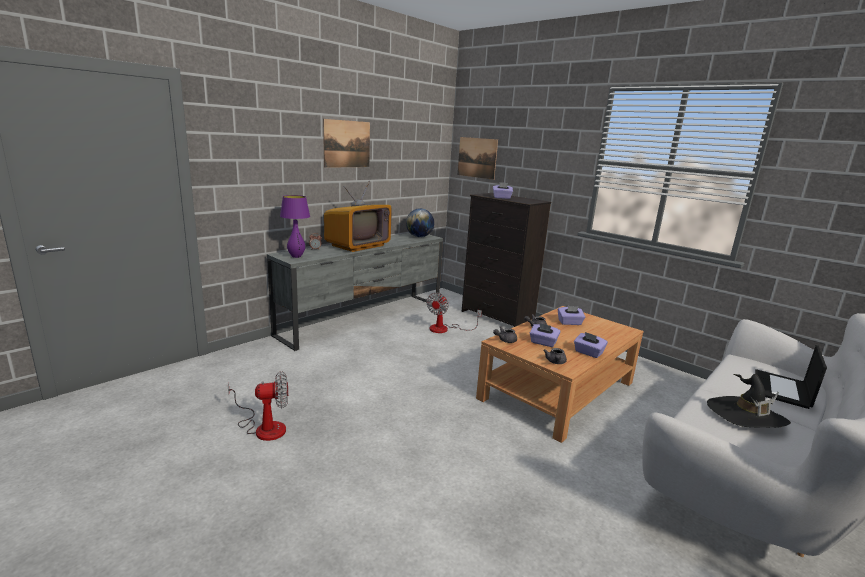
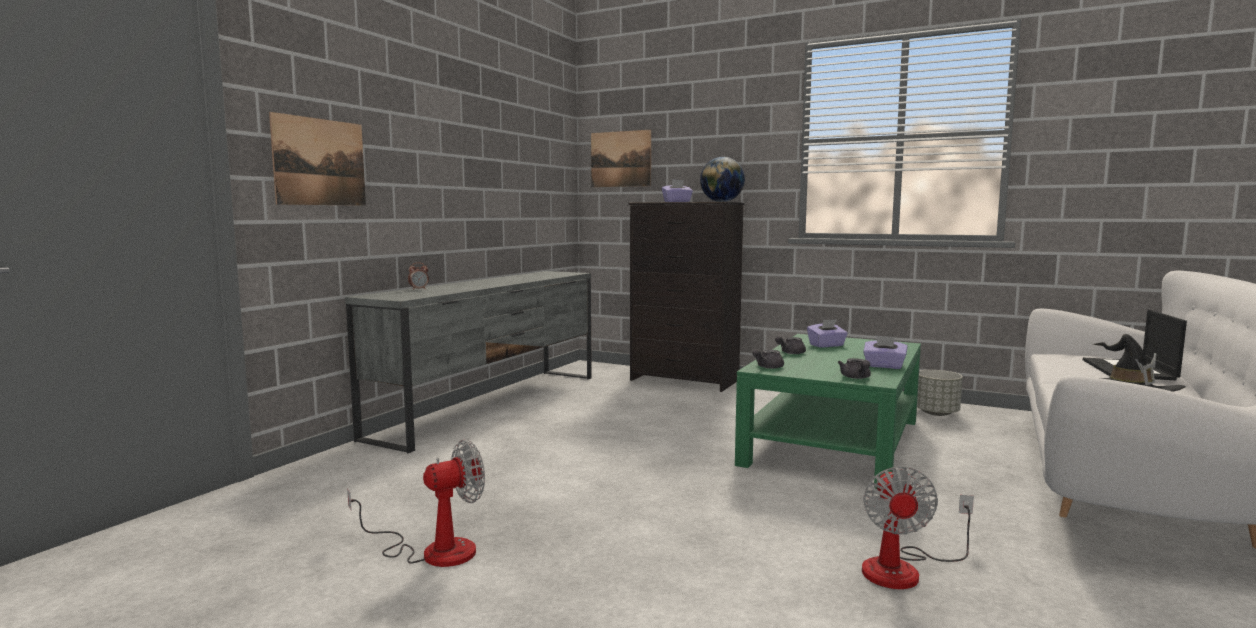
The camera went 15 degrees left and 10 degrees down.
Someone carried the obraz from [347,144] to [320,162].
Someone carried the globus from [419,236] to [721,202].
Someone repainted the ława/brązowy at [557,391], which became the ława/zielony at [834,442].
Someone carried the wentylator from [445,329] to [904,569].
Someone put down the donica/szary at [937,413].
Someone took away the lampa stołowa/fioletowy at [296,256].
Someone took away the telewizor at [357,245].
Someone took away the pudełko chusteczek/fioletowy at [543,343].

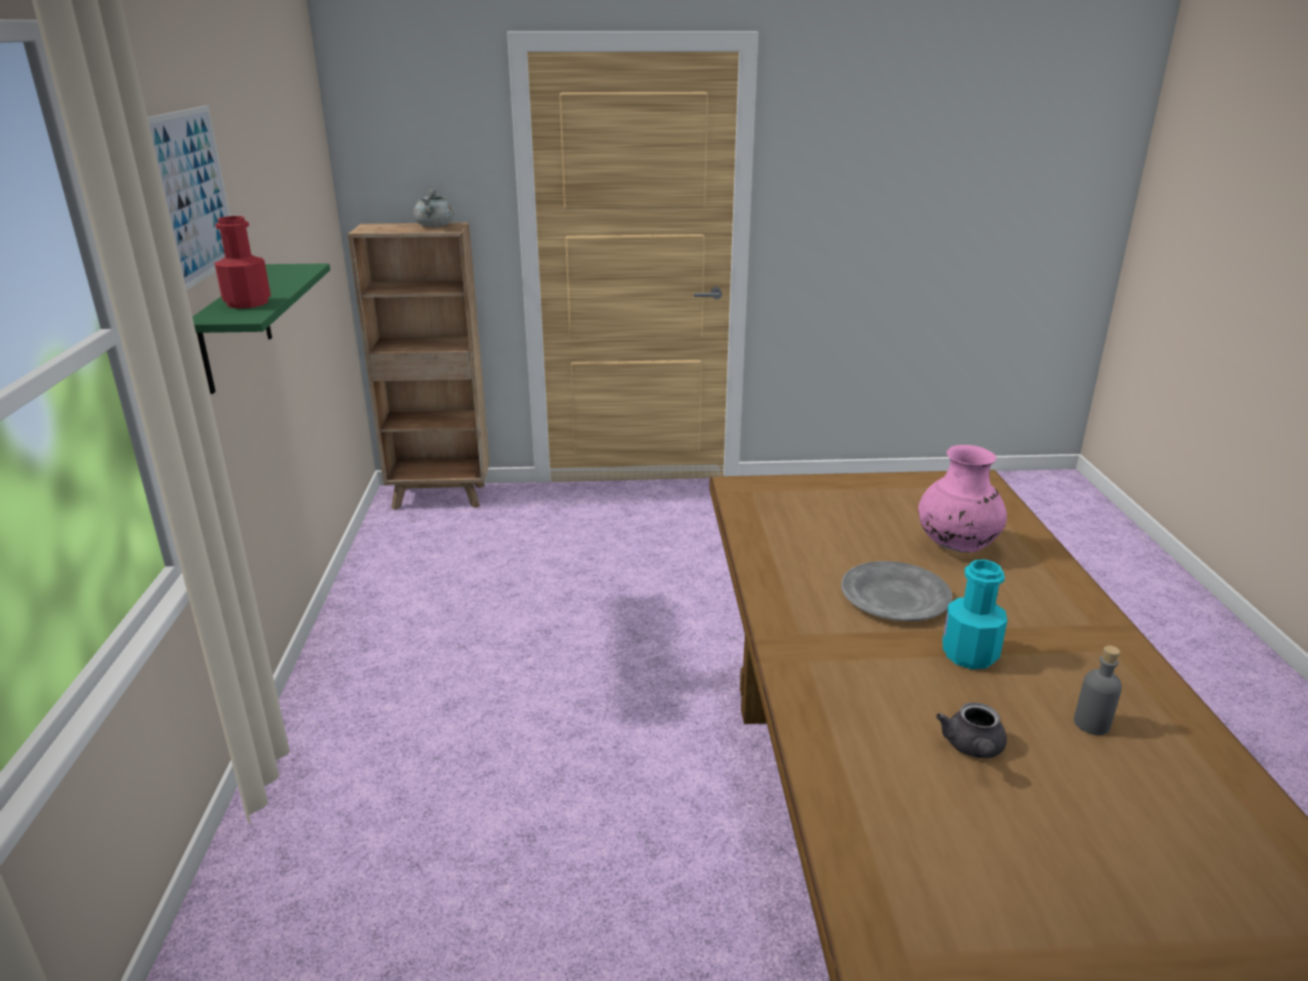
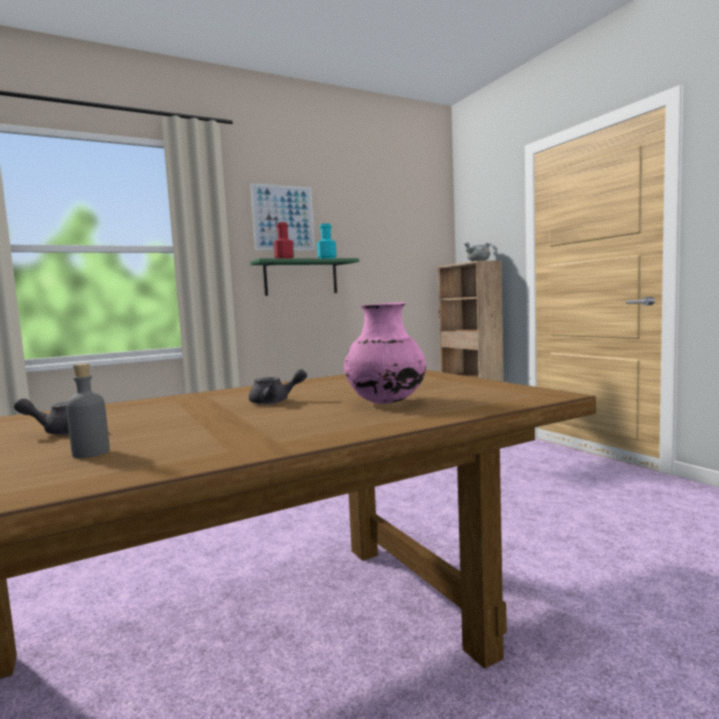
The camera went 65 degrees right and 20 degrees down.
Someone swapped the talerz/szary at [894,597] for the imbryk/szary at [275,401].
Someone carried the butelka/turkusowy from [969,654] to [327,259].

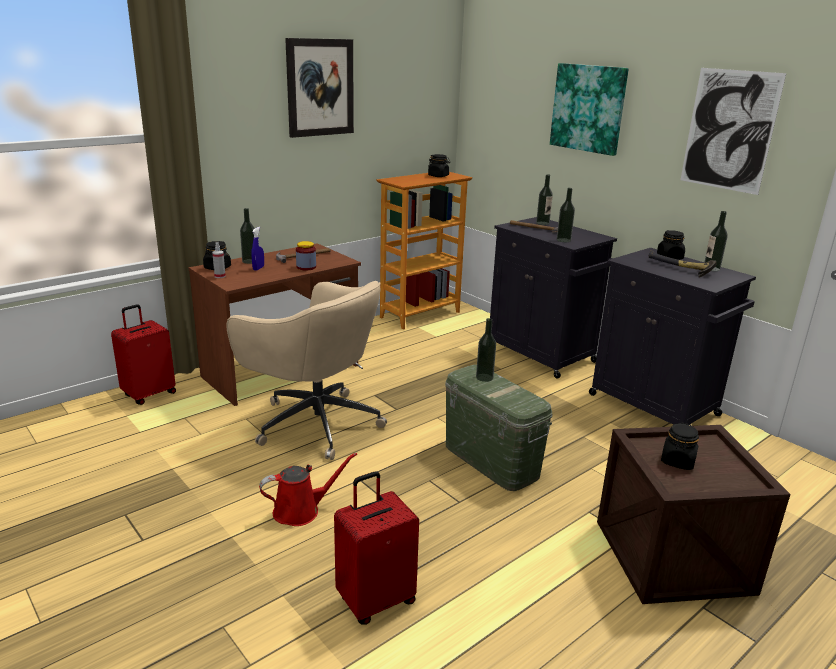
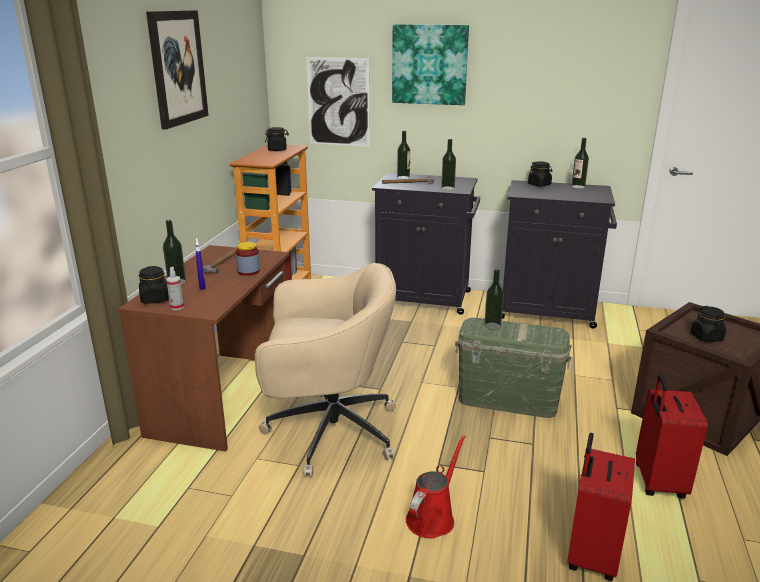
The camera went 35 degrees left and 0 degrees up.
Someone carried the obraz from [729,130] to [338,102].
Someone carried the walizka/czerwony from [149,394] to [657,482].
Someone took away the młotek at [679,269].

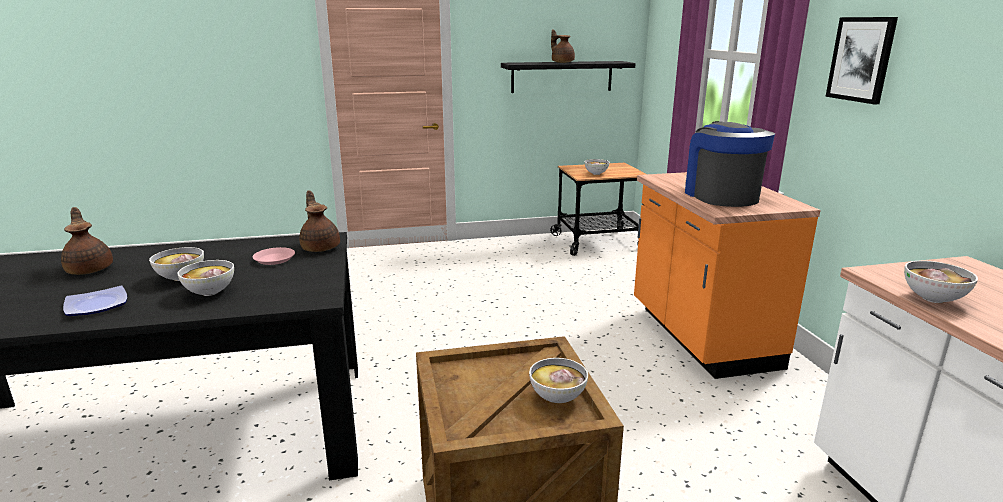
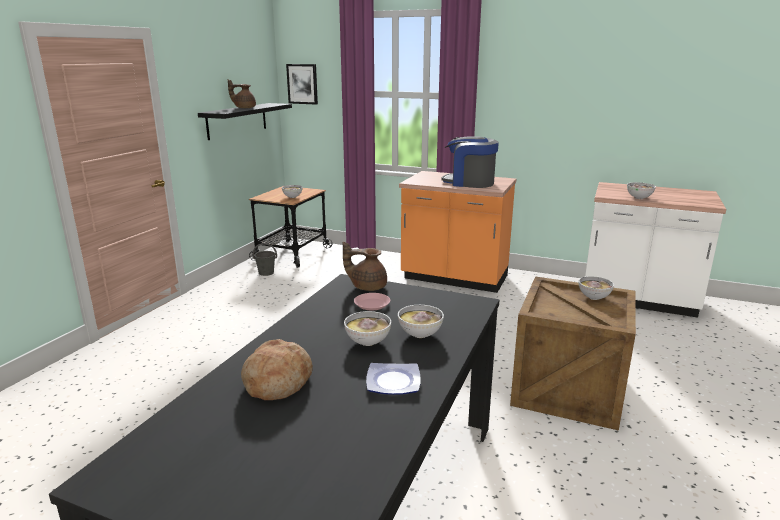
The camera went 55 degrees left and 0 degrees up.
Someone swapped the imbryk/brązowy at [90,269] for the chleb at [277,381].
Someone put down the wiadro/szary at [266,273].
Someone carried the obraz from [861,59] to [302,84].

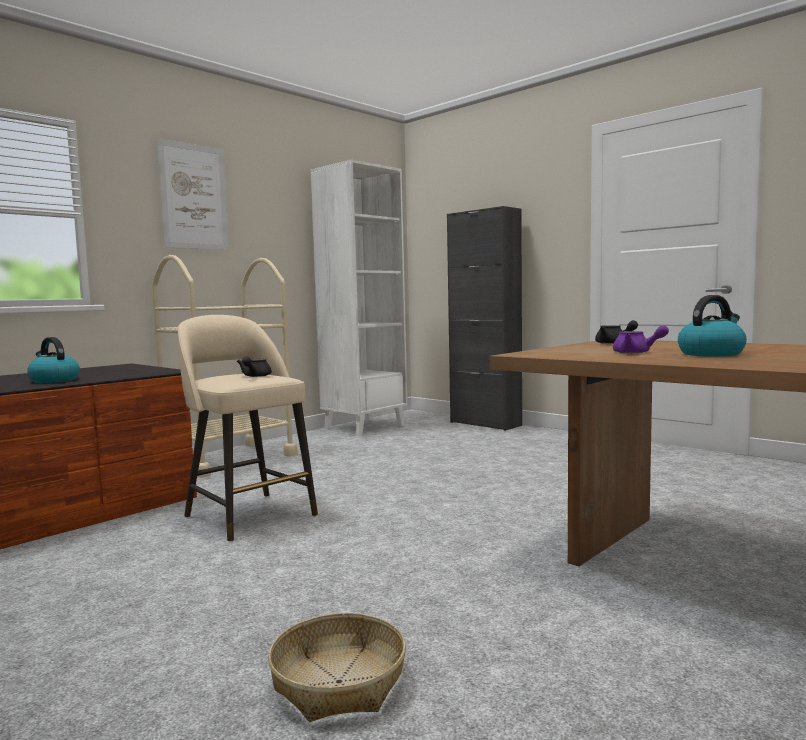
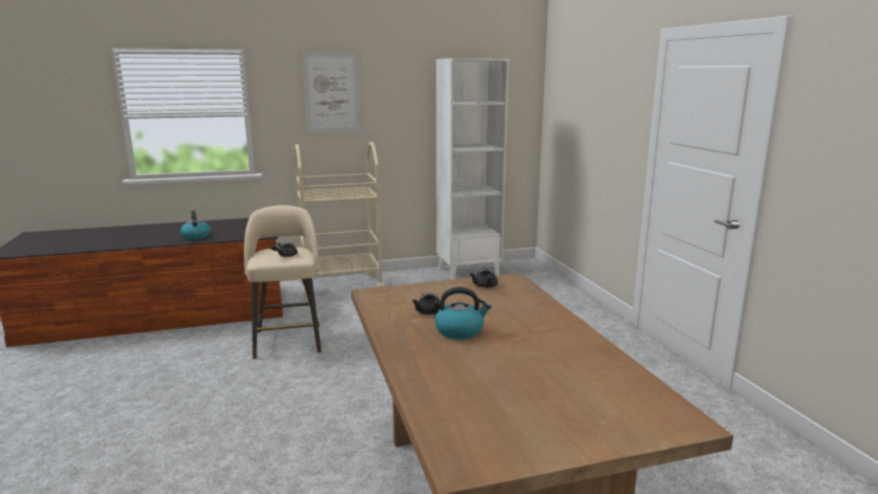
The camera went 30 degrees right and 10 degrees up.
Someone repainted the imbryk/fioletowy at [636,353], which became the imbryk/czarny at [430,313].
Someone took away the koszyk at [338,682].
Someone took away the szafka/czarny at [485,424].

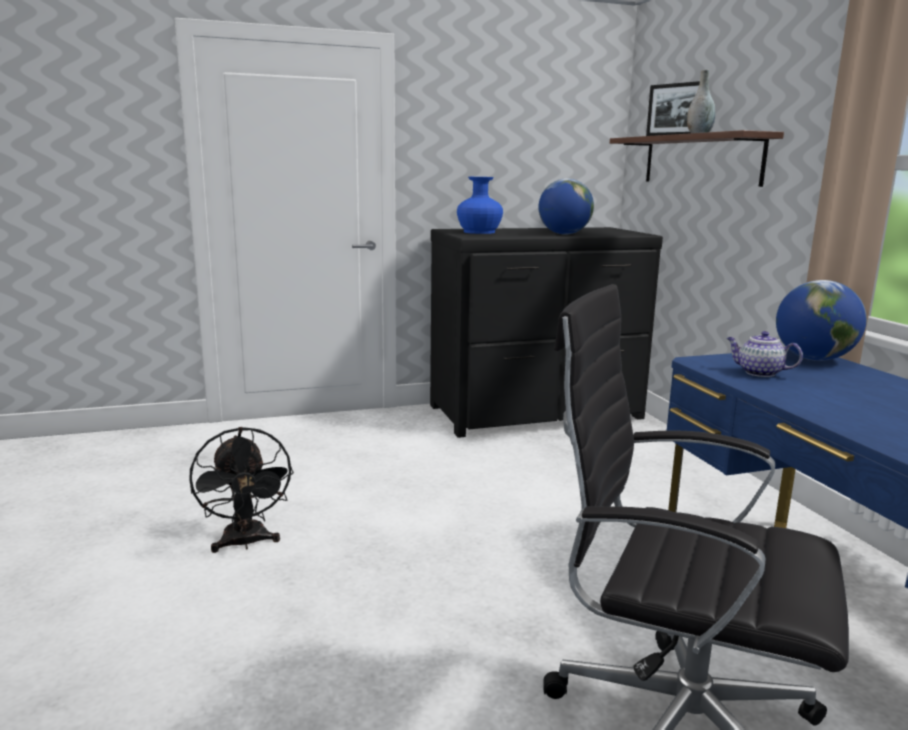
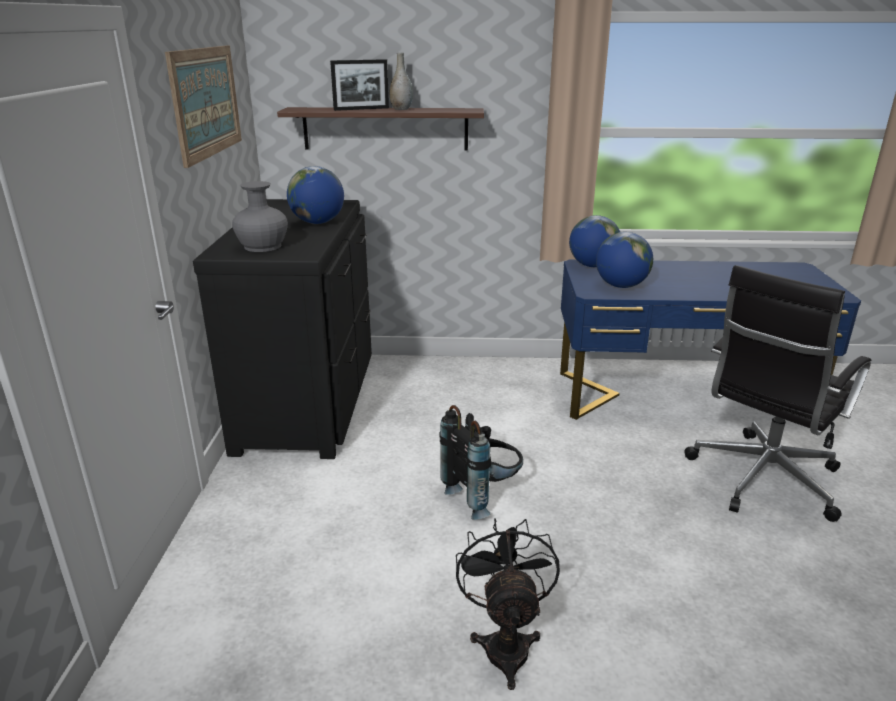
The camera went 70 degrees left and 10 degrees up.
Someone put up the obraz at [206,102].
Someone repainted the wazon/niebieski at [479,232], which became the wazon/szary at [262,246].
Someone put down the plecak/czarny at [483,495].
Someone rotated the wentylator/czarny at [245,543] by 90 degrees counterclockwise.
Someone swapped the imbryk at [758,373] for the globus at [621,286].

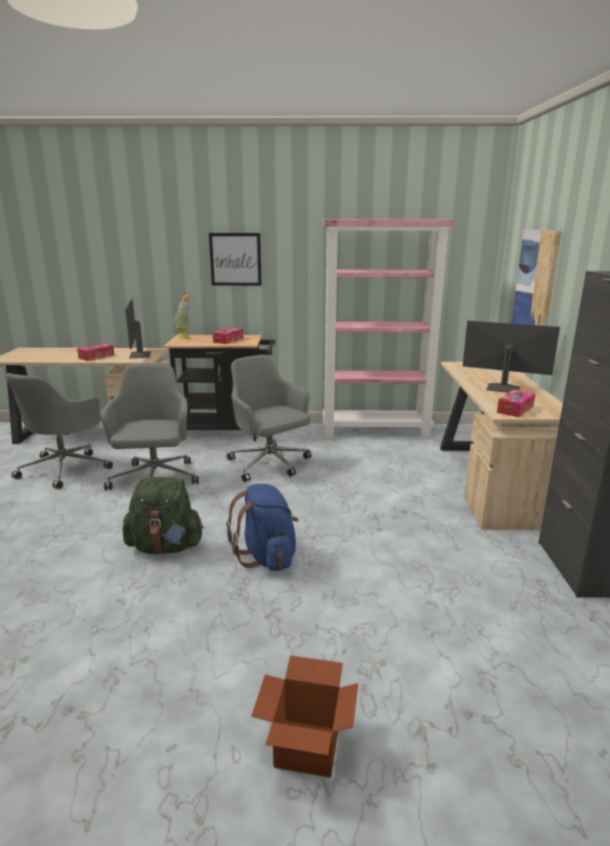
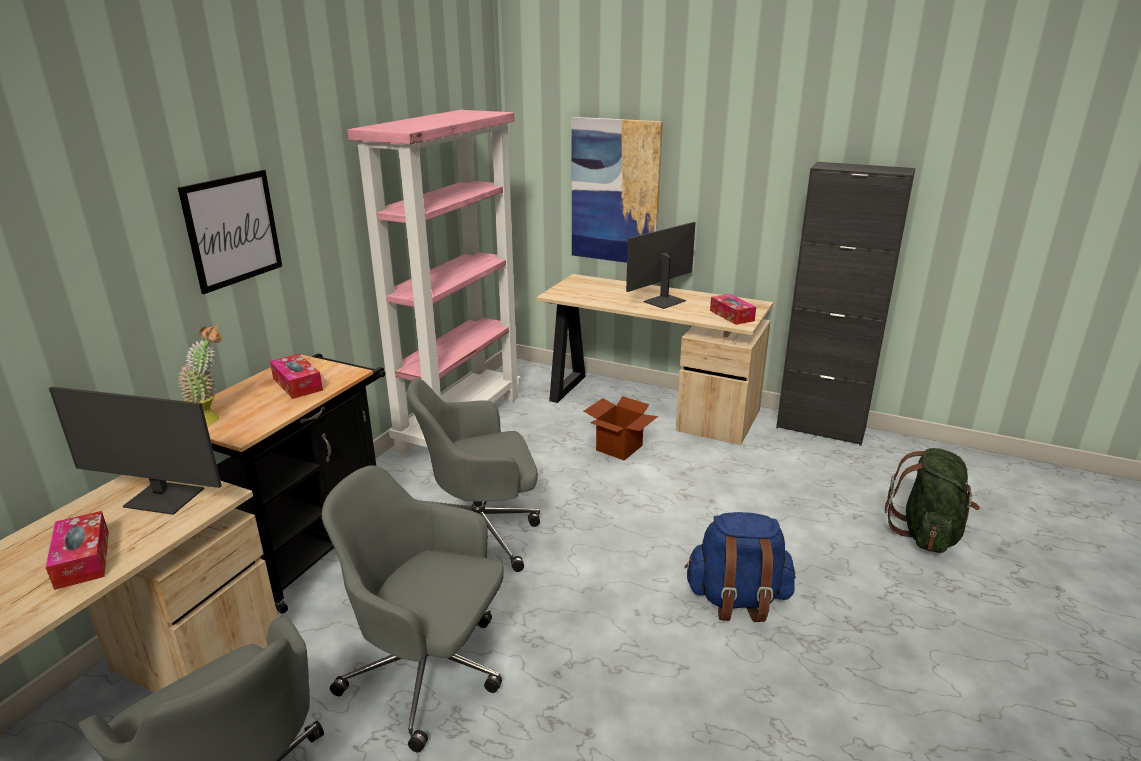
The camera went 65 degrees left and 5 degrees up.
Someone carried the karton from [307,747] to [619,448].
Someone carried the plecak/zielony from [165,547] to [927,533].

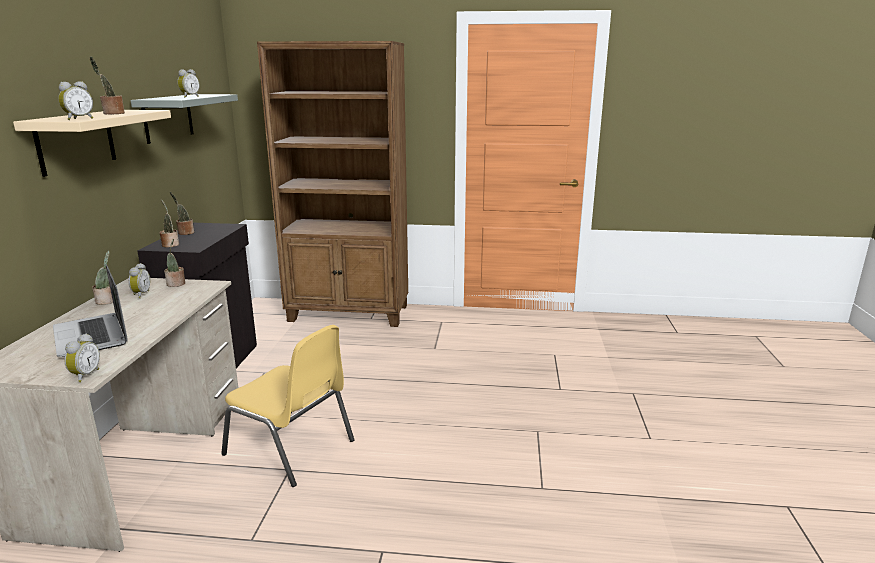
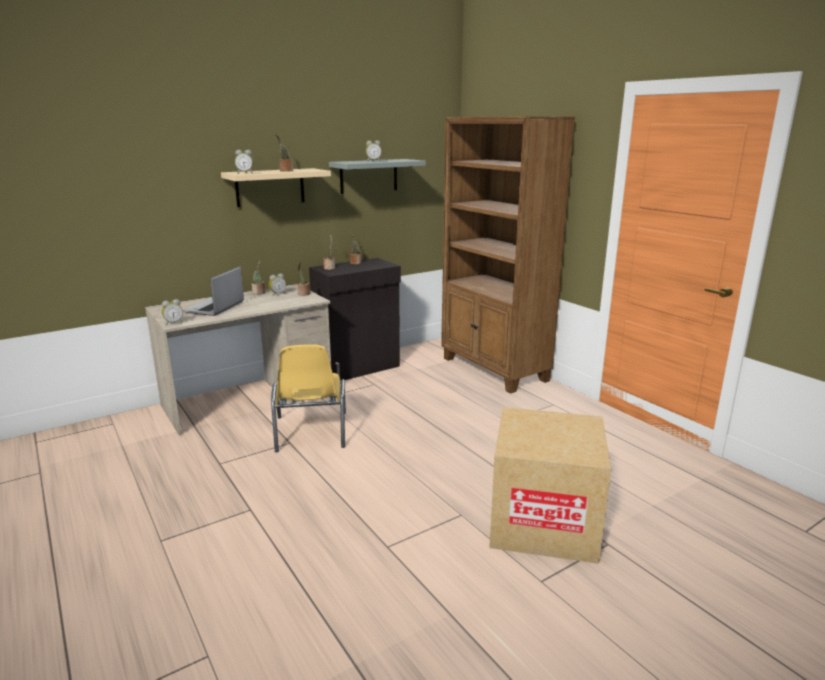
The camera went 50 degrees right and 0 degrees up.
Someone put down the karton at [543,522].

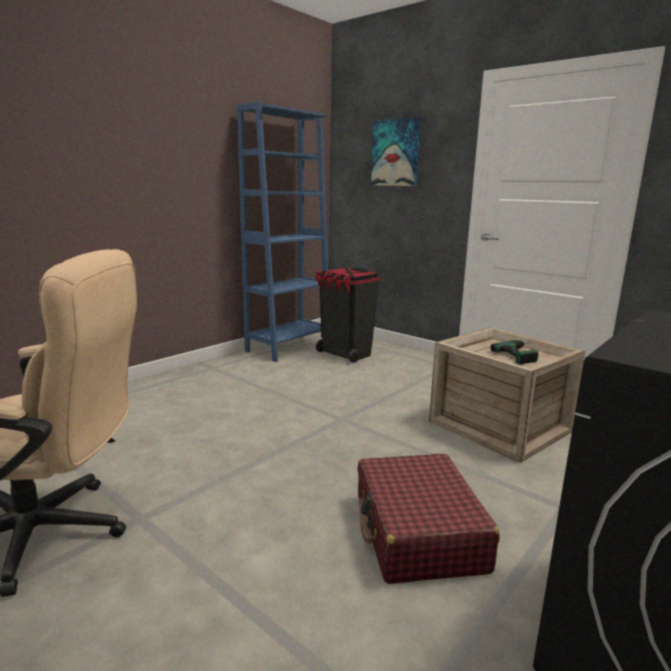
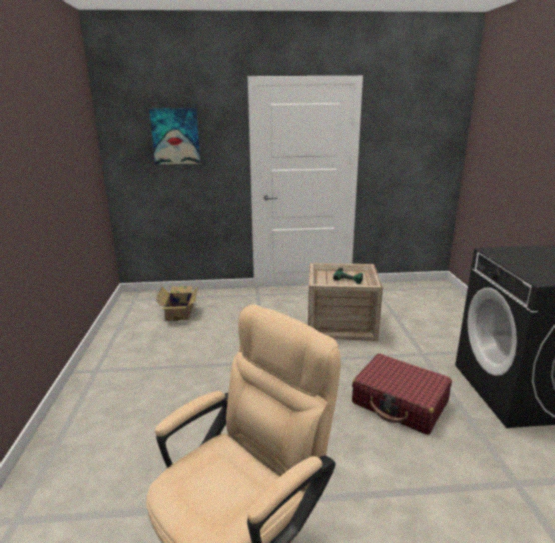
The camera went 45 degrees left and 5 degrees up.
Someone swapped the kosz na śmieci/czarny at [345,354] for the karton at [180,312].
Someone took away the regał/niebieski at [288,347].

